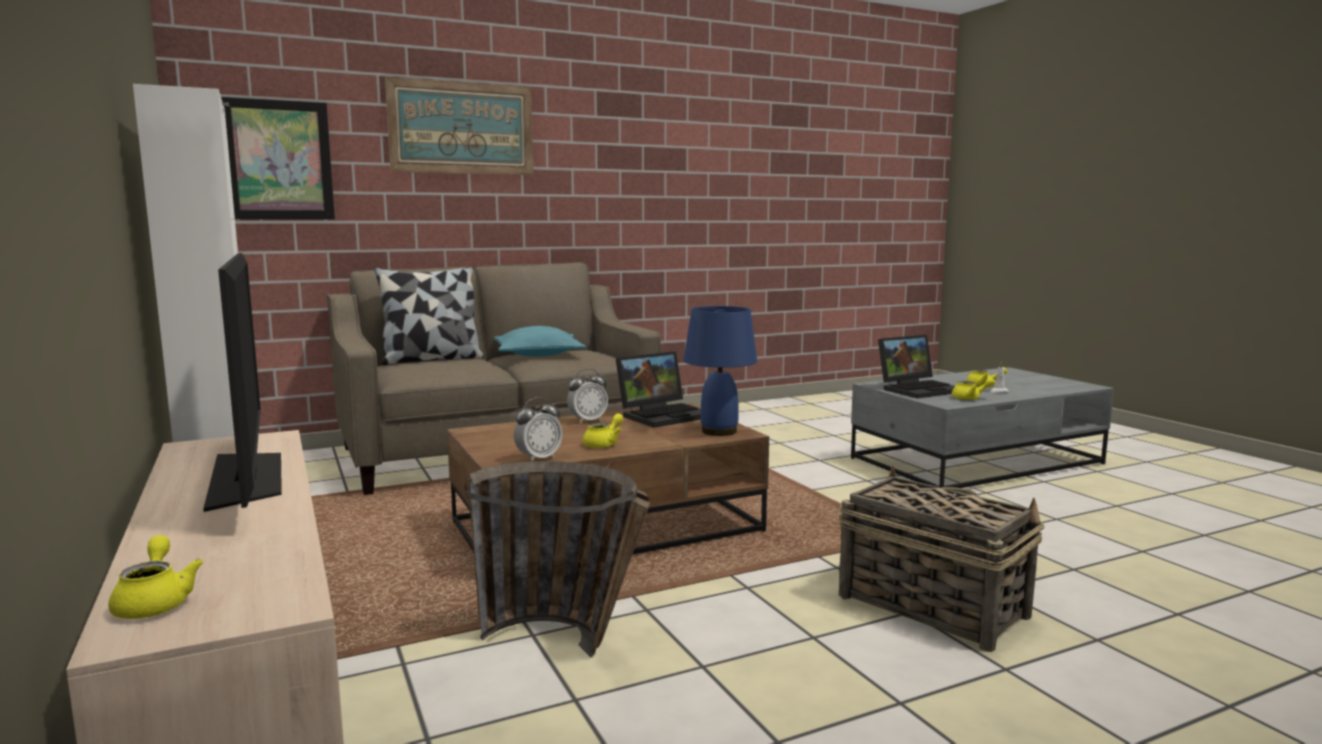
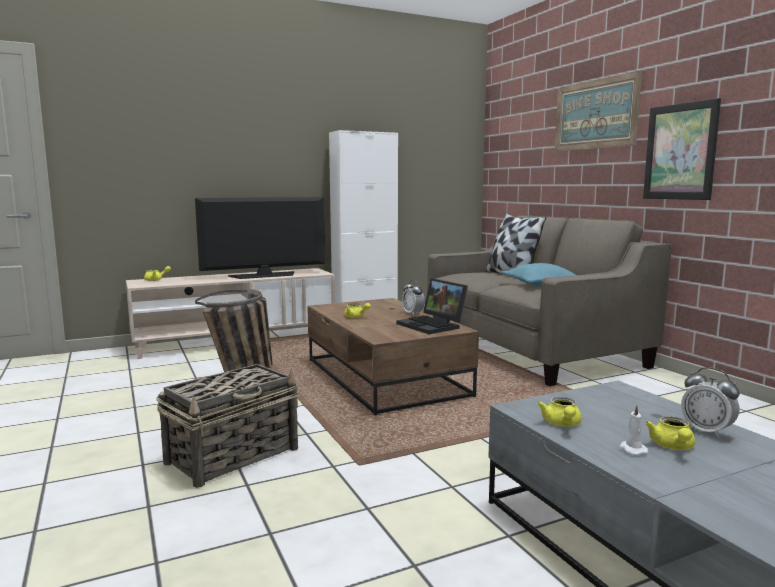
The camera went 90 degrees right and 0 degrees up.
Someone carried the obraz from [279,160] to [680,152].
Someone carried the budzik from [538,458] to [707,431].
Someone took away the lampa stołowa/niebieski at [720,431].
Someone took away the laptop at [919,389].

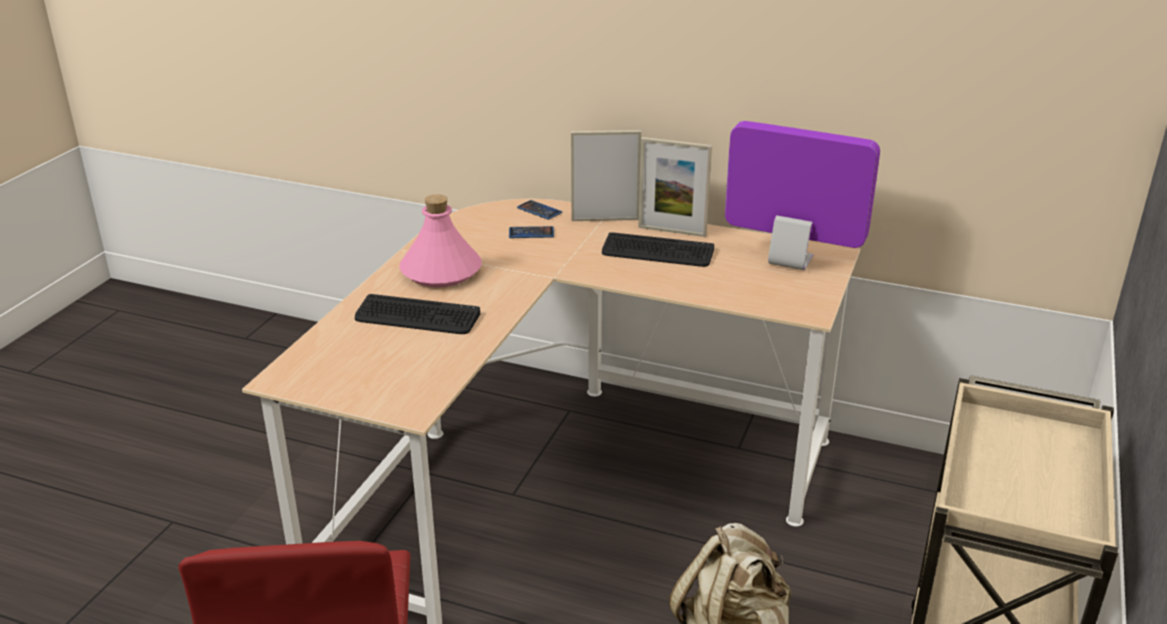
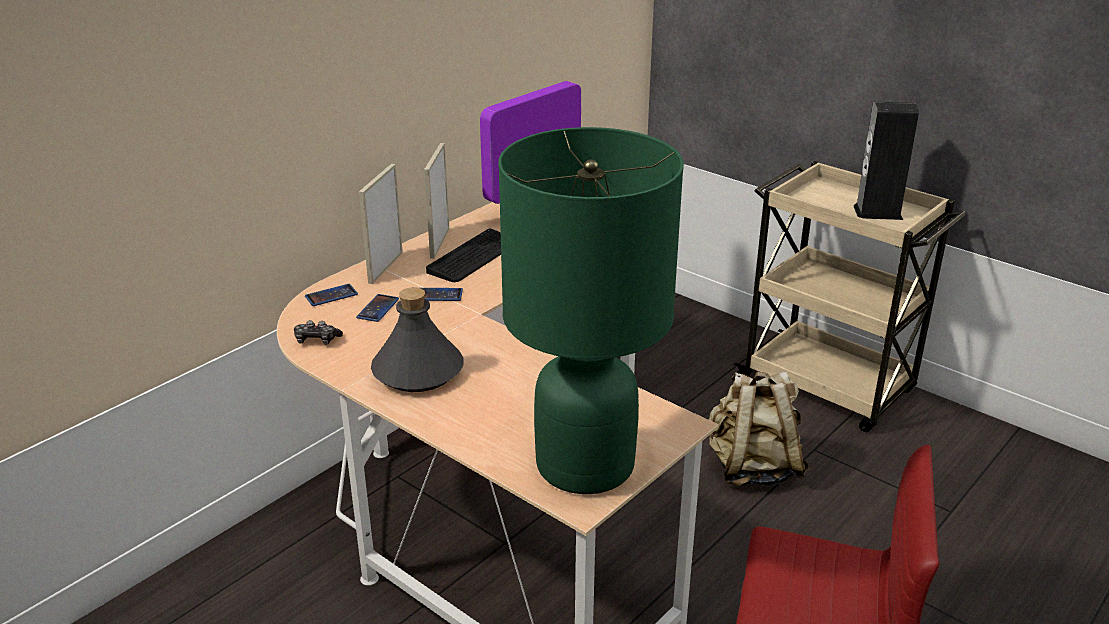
The camera went 70 degrees left and 0 degrees up.
Someone put down the pad do gier at [316,340].
Someone repainted the butelka/różowy at [440,271], which became the butelka/szary at [417,371].
Someone put down the telefon at [438,295].
Someone rotated the ramka na zdjęcie at [672,231] by 150 degrees clockwise.
Someone put down the lampa stołowa/zielony at [584,464].
Someone put down the głośnik at [877,212].
Someone took away the klawiatura at [417,317].

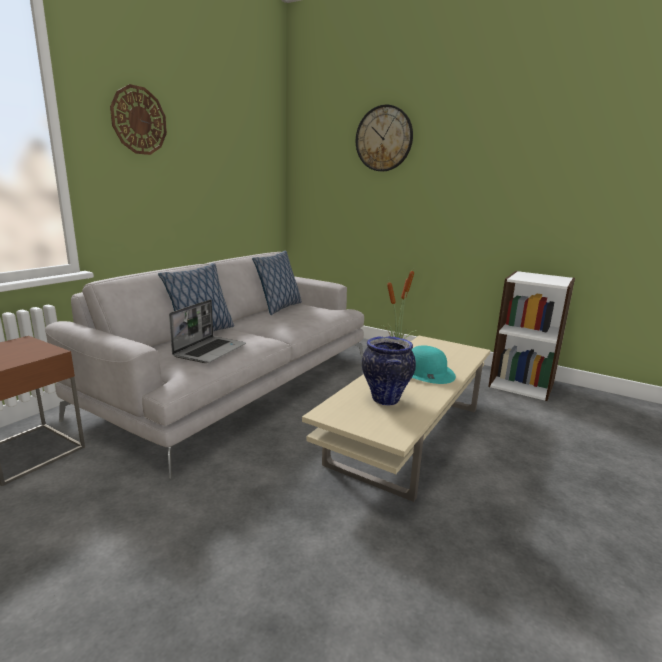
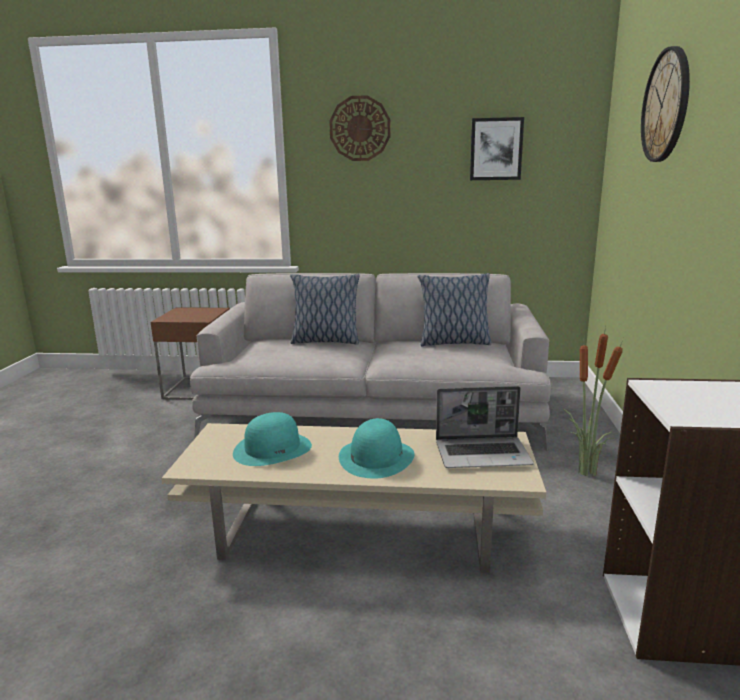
The camera went 65 degrees right and 0 degrees up.
Someone swapped the wazon at [385,399] for the kapelusz/turkusowy at [272,449].
Someone carried the laptop from [210,350] to [483,454].
Someone put up the obraz at [496,149].

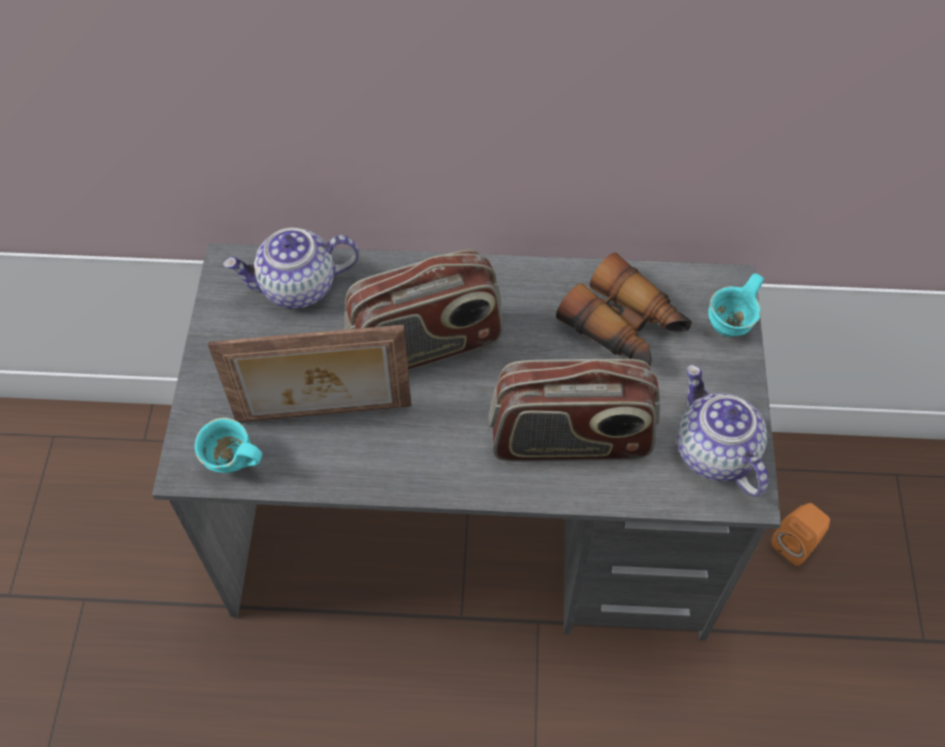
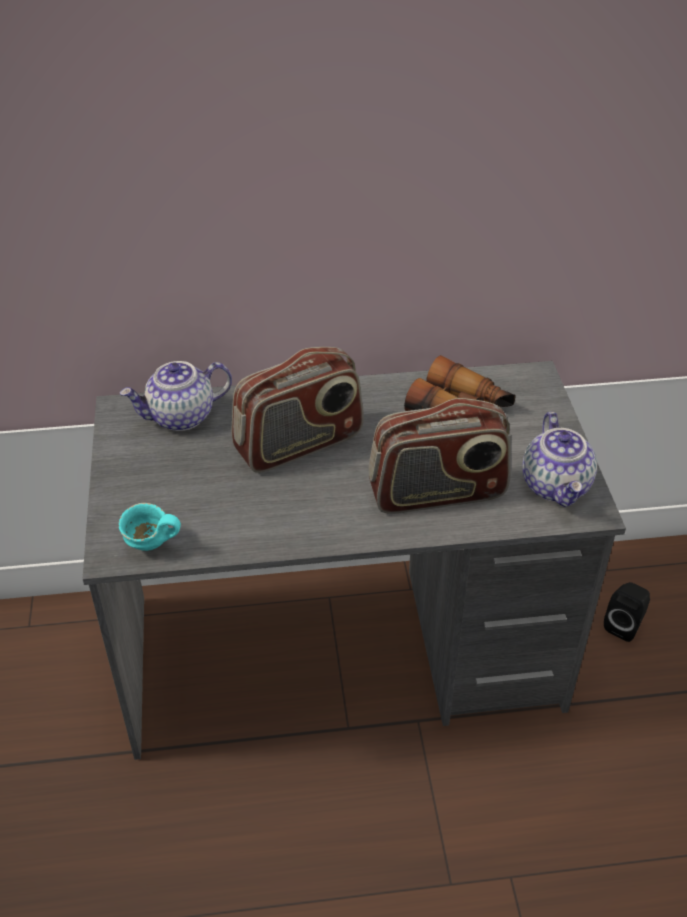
The camera went 10 degrees left and 15 degrees down.
Someone rotated the imbryk at [713,452] by 150 degrees counterclockwise.
Someone repainted the głośnik/pomarańczowy at [796,543], which became the głośnik/czarny at [624,625].
Someone took away the ramka na zdjęcie at [324,415].
Someone took away the kubek/turkusowy at [733,325].

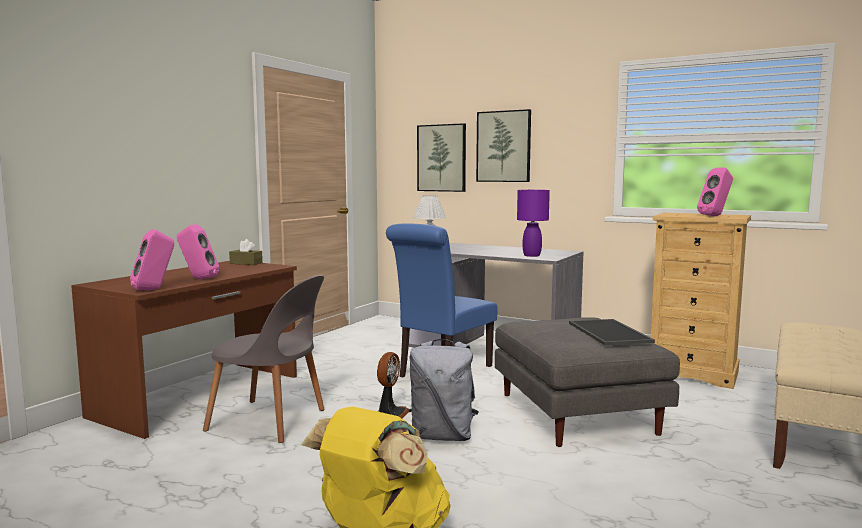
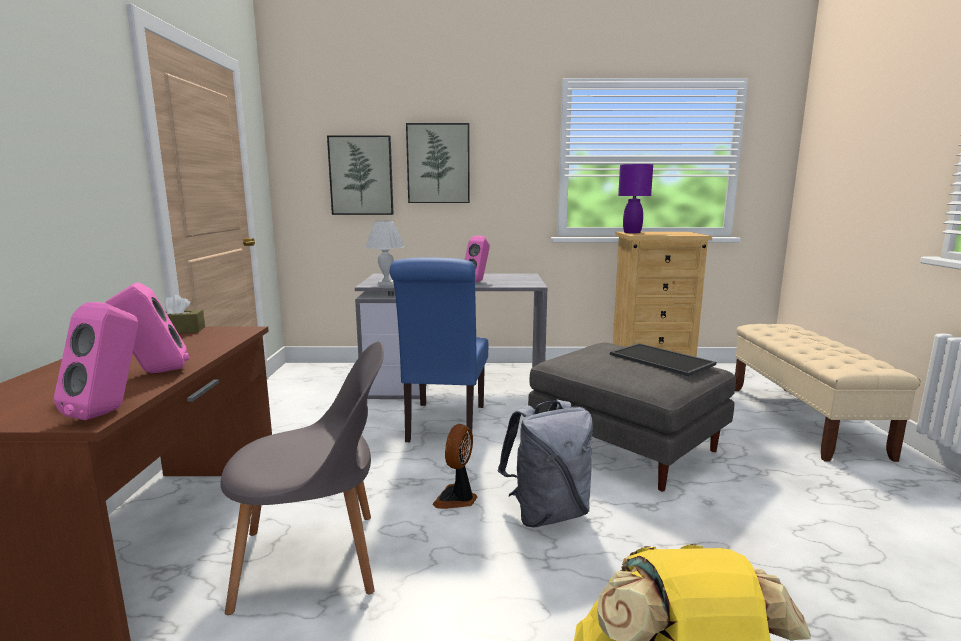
The camera went 30 degrees left and 5 degrees up.
Someone rotated the wentylator at [391,414] by 150 degrees counterclockwise.
Someone carried the głośnik/różowy from [715,216] to [477,281].
Someone carried the lampa stołowa/fioletowy from [531,255] to [631,232].

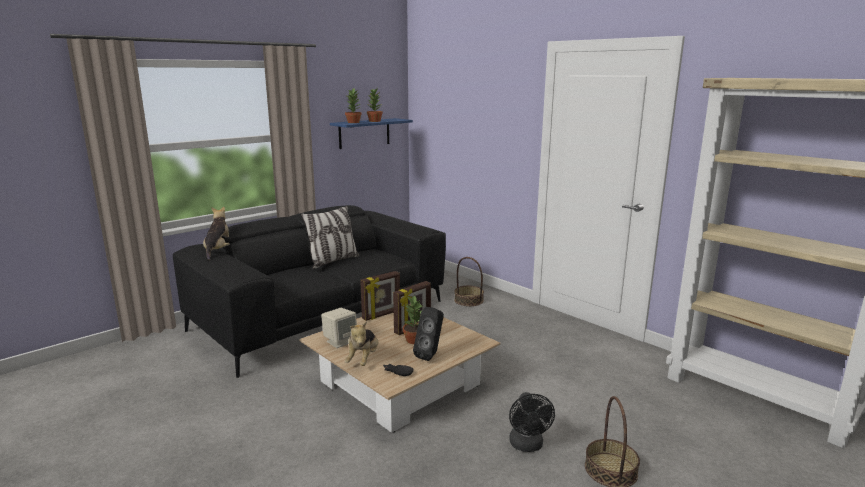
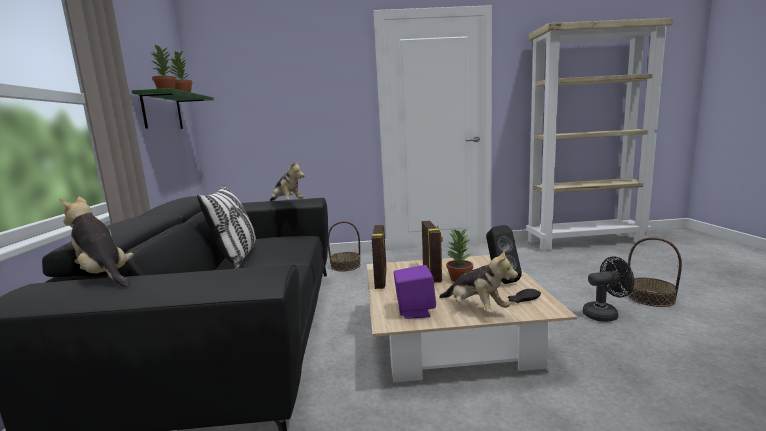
The camera went 50 degrees left and 5 degrees down.
Someone repainted the półka/niebieski at [364,133], which became the półka/zielony at [162,112].
Someone put down the pluszak at [287,203].
Someone repainted the głośnik/beżowy at [340,341], which became the głośnik/fioletowy at [414,311].
Someone rotated the wentylator/czarny at [527,446] by 45 degrees counterclockwise.

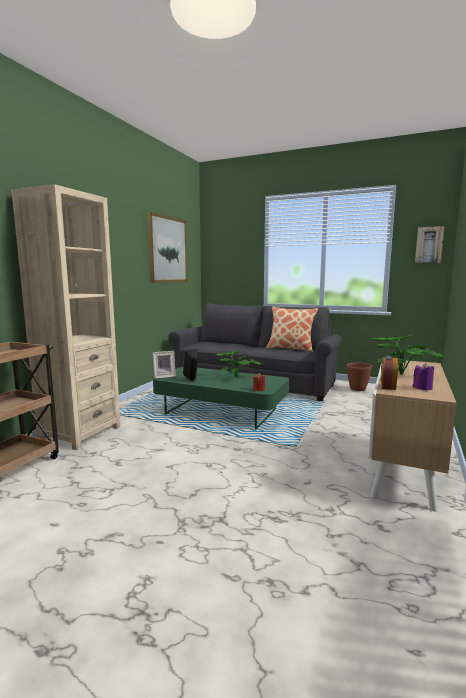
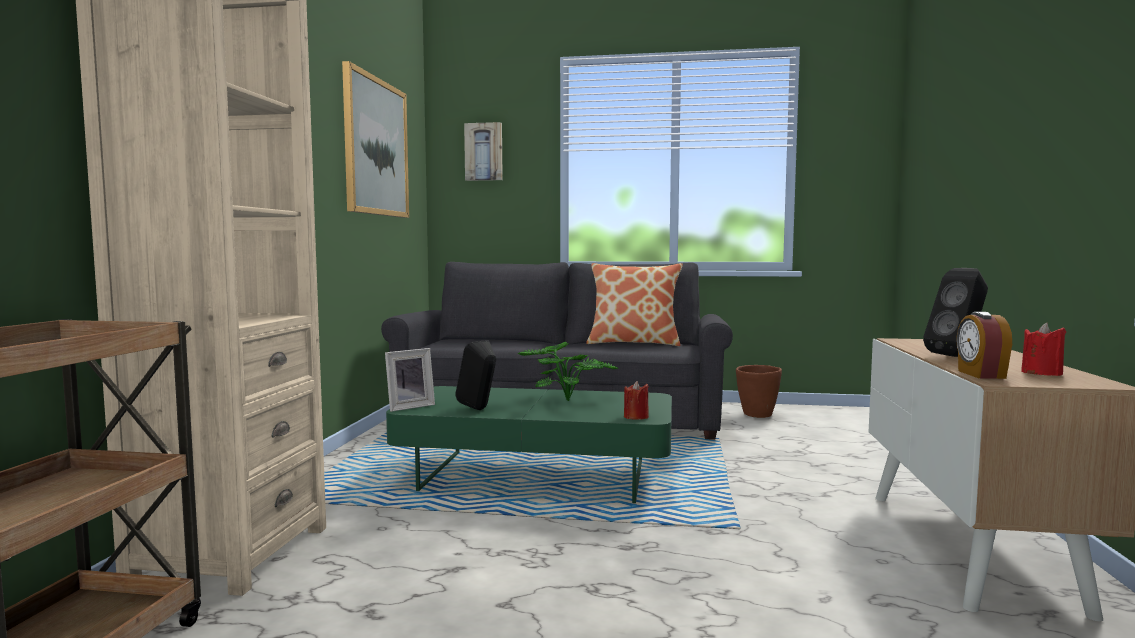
The camera went 15 degrees left and 5 degrees down.
Someone carried the obraz from [429,245] to [484,152].
Someone swapped the roślina doniczkowa at [401,373] for the głośnik/czarny at [957,356].
Someone repainted the świeca/fioletowy at [422,388], which became the świeca/czerwony at [1041,373].

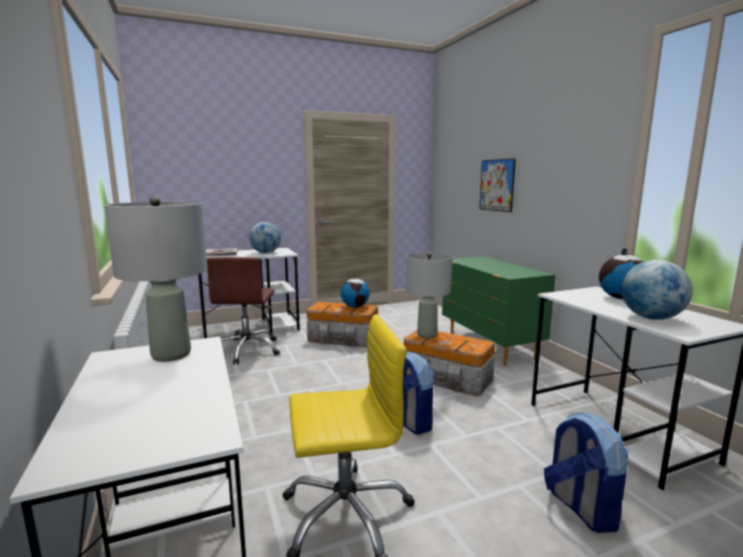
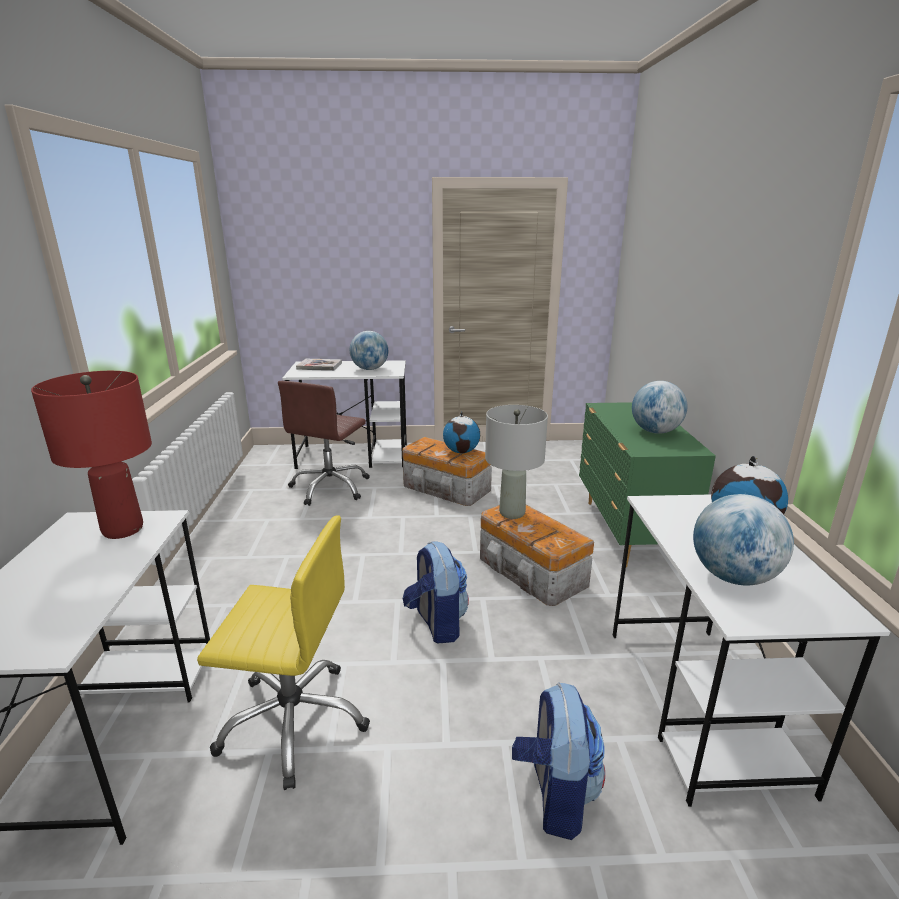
The camera went 20 degrees right and 10 degrees up.
Someone repainted the lampa stołowa/szary at [172,354], which became the lampa stołowa/czerwony at [124,529].
Someone put down the globus at [655,431].
Someone took away the obraz at [496,185].

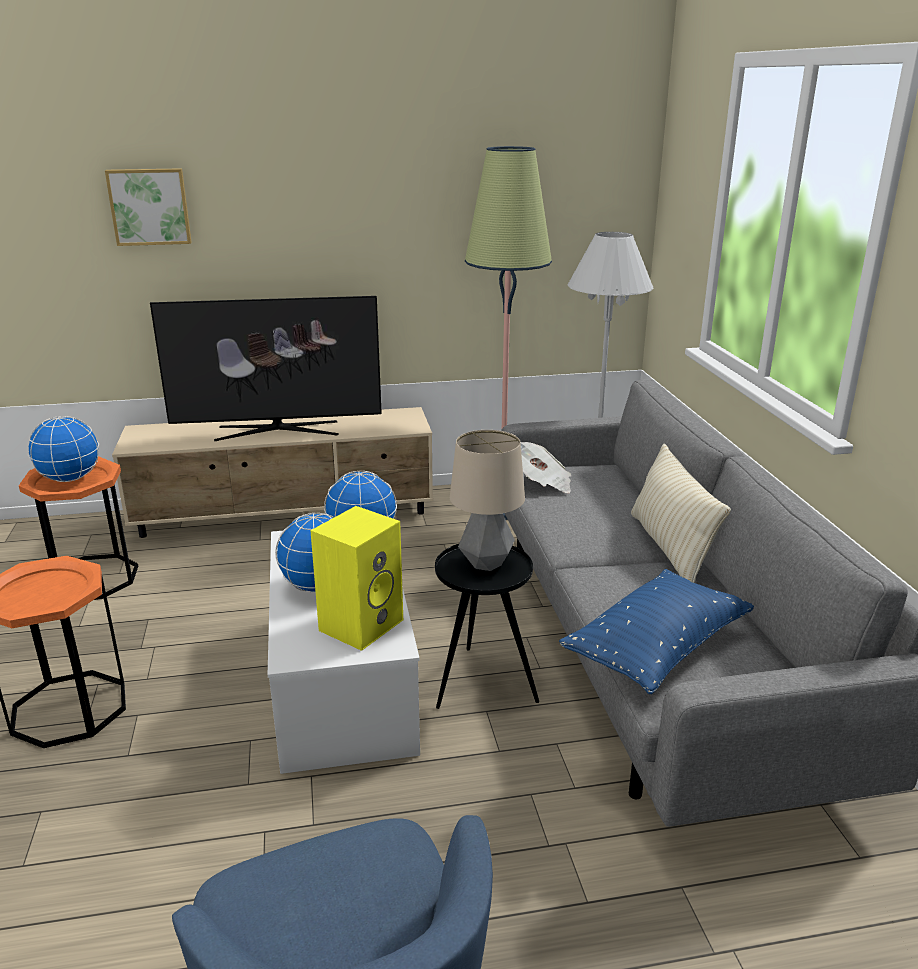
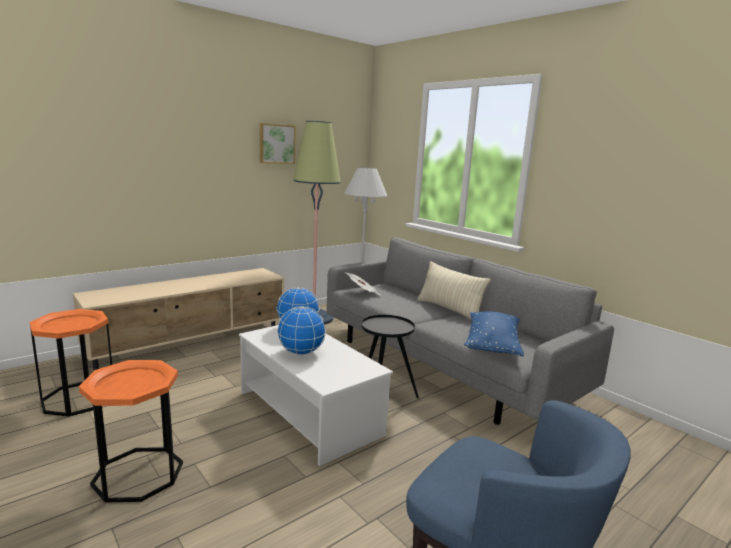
The camera went 30 degrees left and 10 degrees down.
Someone carried the obraz from [149,206] to [276,144].
Someone took away the globus at [70,479].
Someone took away the telewizor at [277,430].
Someone took away the głośnik/żółty at [361,624].
Someone took away the lampa stołowa at [486,563].

